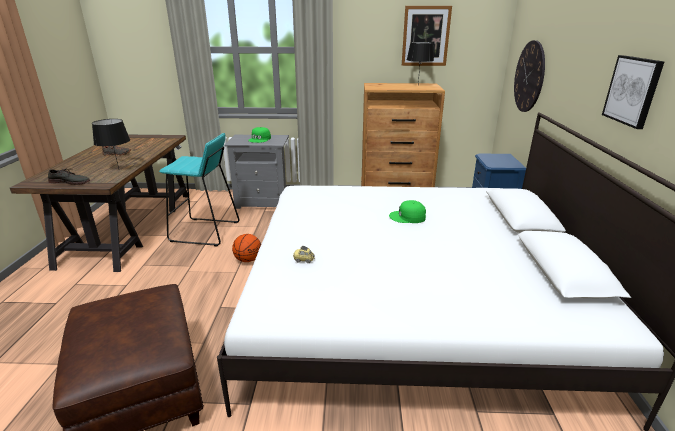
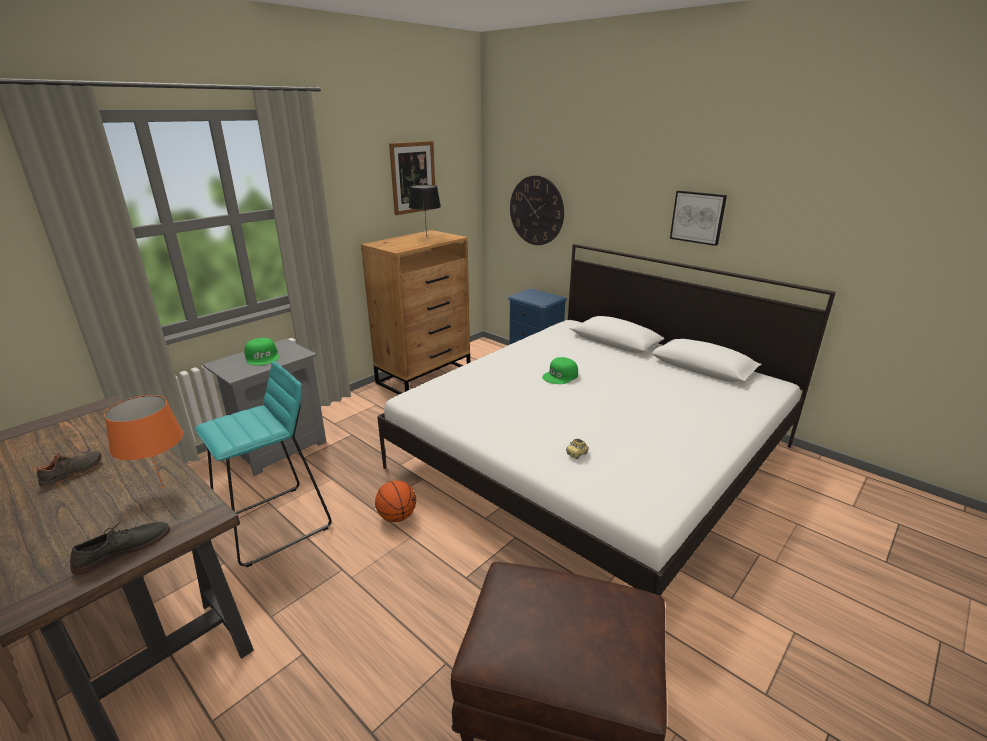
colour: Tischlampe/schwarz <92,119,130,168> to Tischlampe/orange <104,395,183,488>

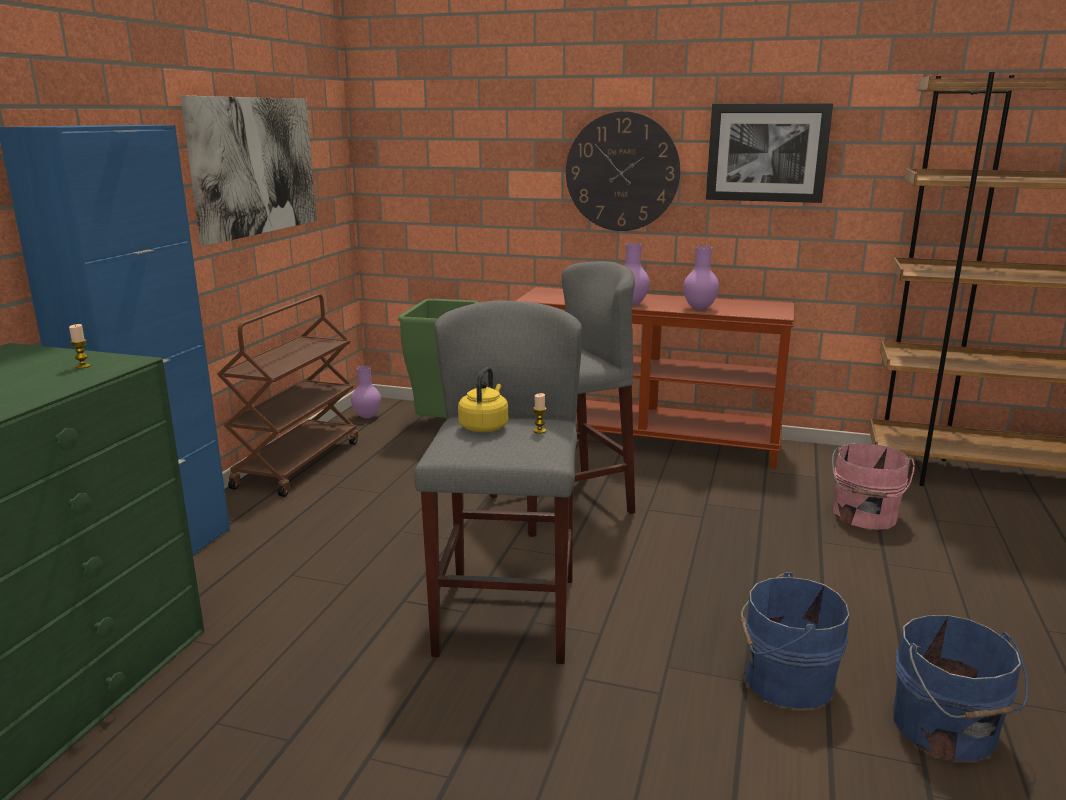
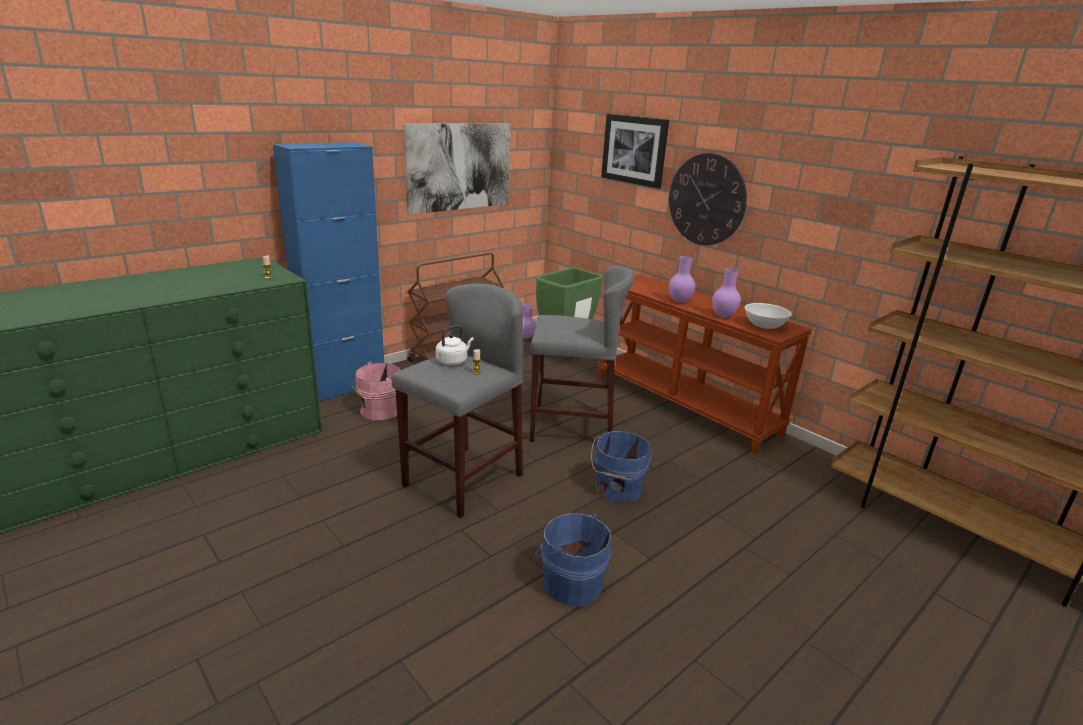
appeared: Schüssel/weiß <745,303,792,329>
relocated: Bild <706,103,833,203> to <601,114,669,189>; Eimer/rosa <832,443,915,530> to <352,362,401,420>; Eimer/blau <893,615,1028,761> to <591,431,652,503>
colour: Wasserkessel/gelb <458,367,508,432> to Wasserkessel/weiß <436,325,474,365>

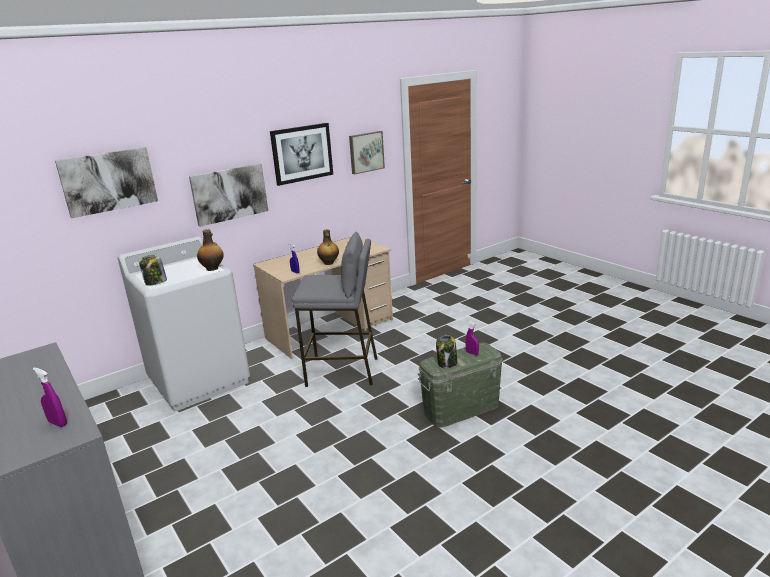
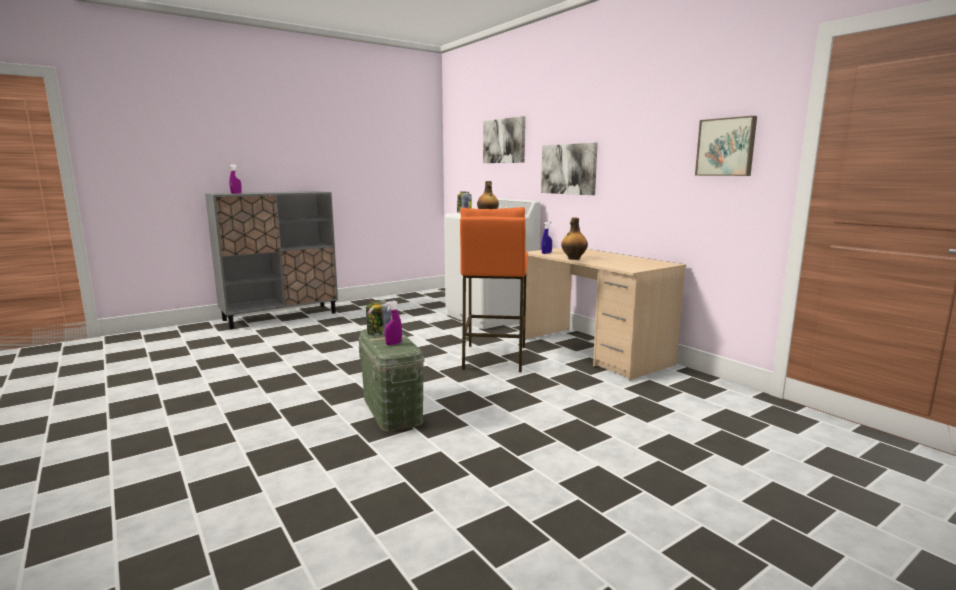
missing: Bild <270,123,333,186>
colour: Hocker/grau <292,232,378,387> to Hocker/orange <460,207,528,372>

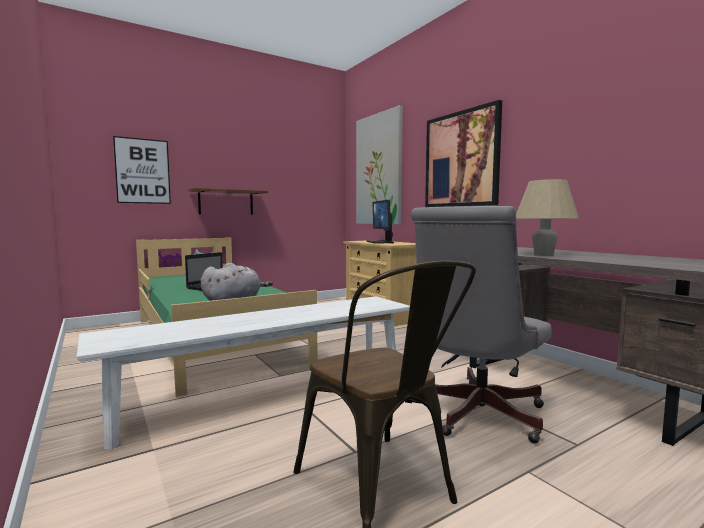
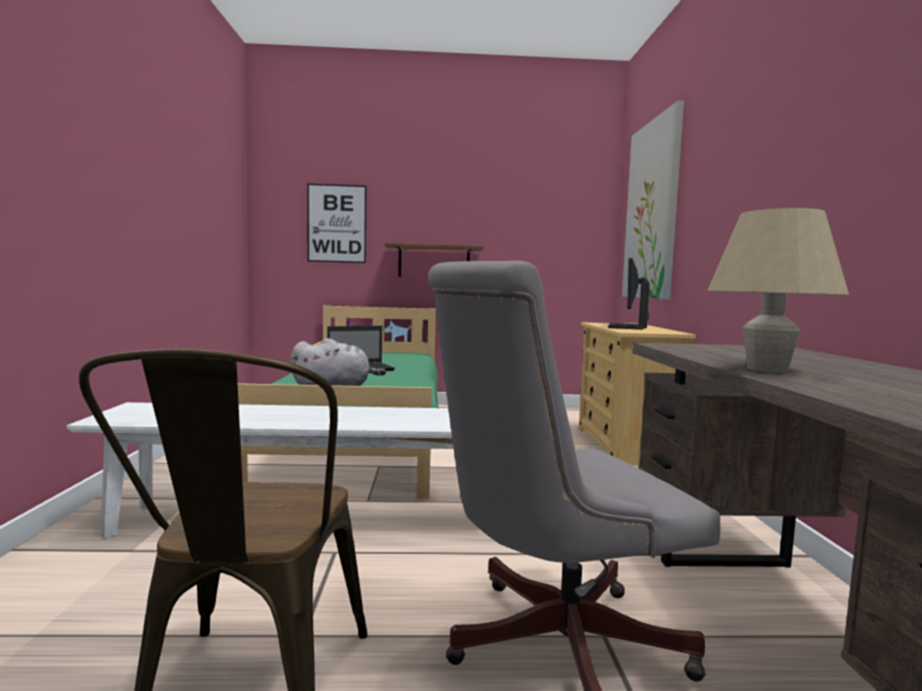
missing: Bild <425,100,502,207>

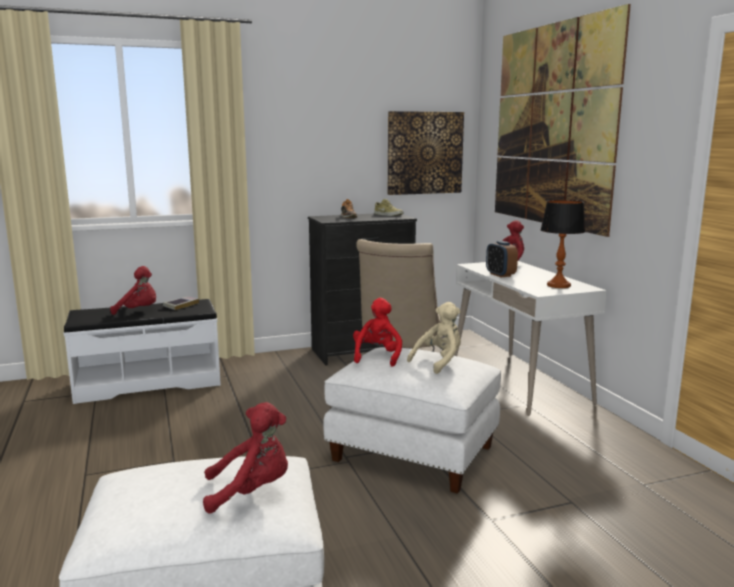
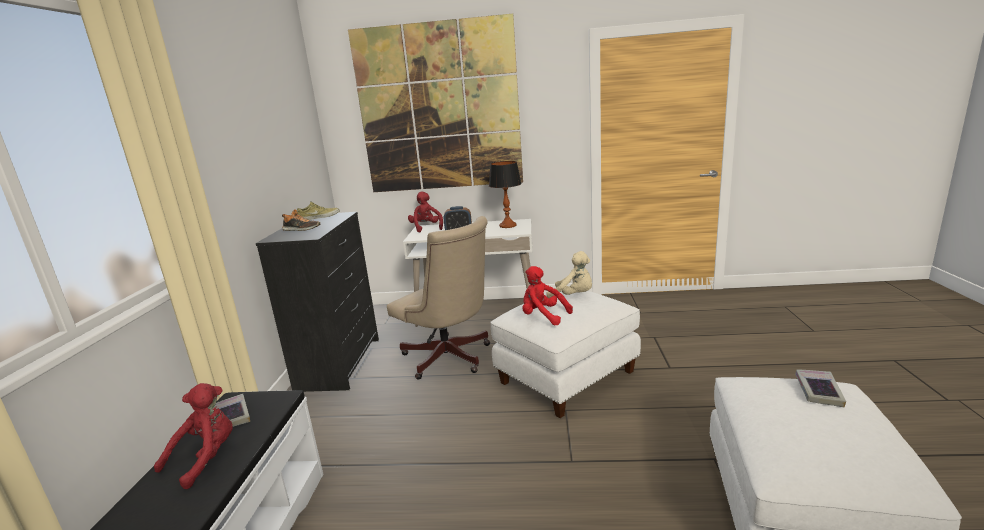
missing: Bild <388,111,464,195>
exchanged: Plüschtier/rot <203,402,288,514> to Buch <795,369,846,407>
spun: Plüschtier/beige <407,302,461,374> = <547,251,592,298> 135 degrees clockwise

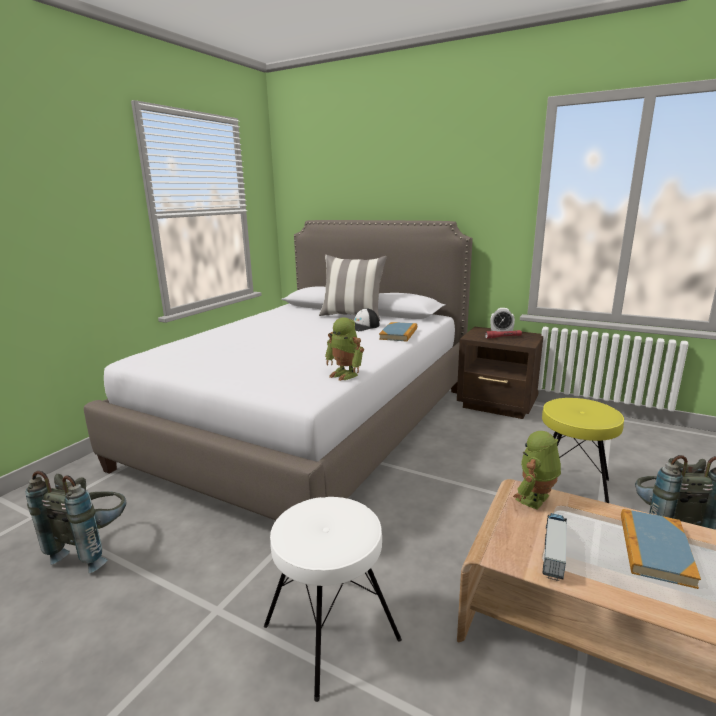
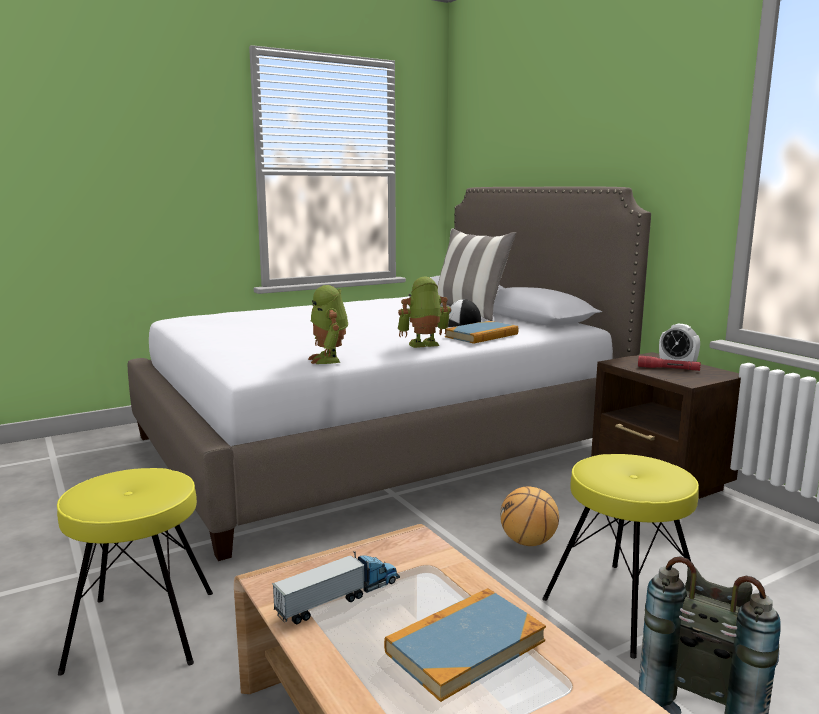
missing: Rucksack/grau <26,471,127,573>
appeared: Basketball <500,487,559,546>
relocated: Spielzeugroboter <513,431,561,510> to <398,277,451,348>
colour: Hocker/weiß <264,497,402,702> to Hocker/gelb <57,468,213,676>

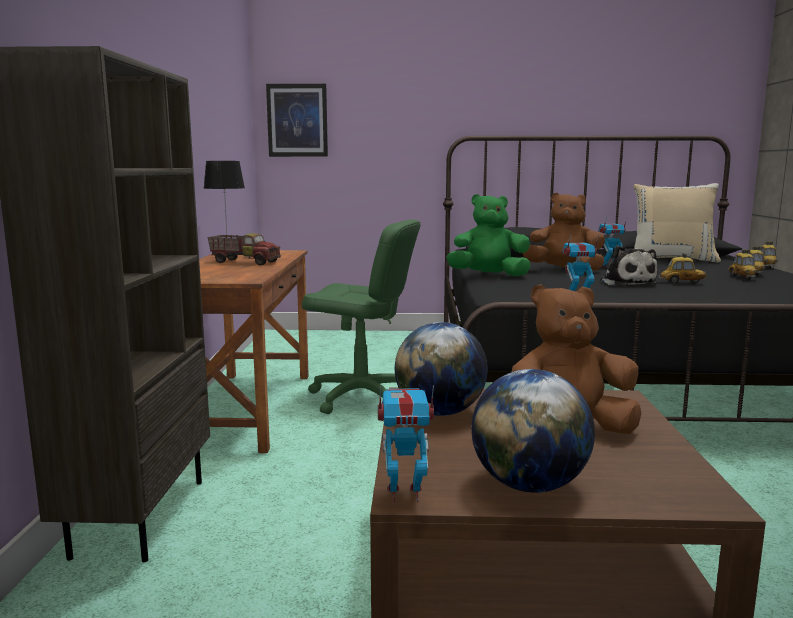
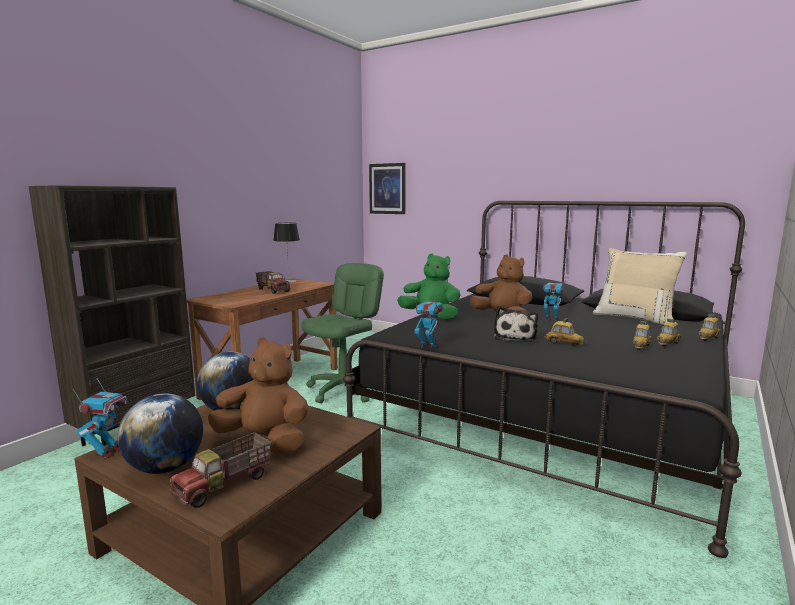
appeared: Spielzeuglaster <169,432,271,508>
spun: Bürostuhl/grün <302,219,420,414> = <301,263,384,403> 105 degrees counterclockwise; Spielzeugroboter <378,386,434,503> = <73,378,128,459> 75 degrees clockwise

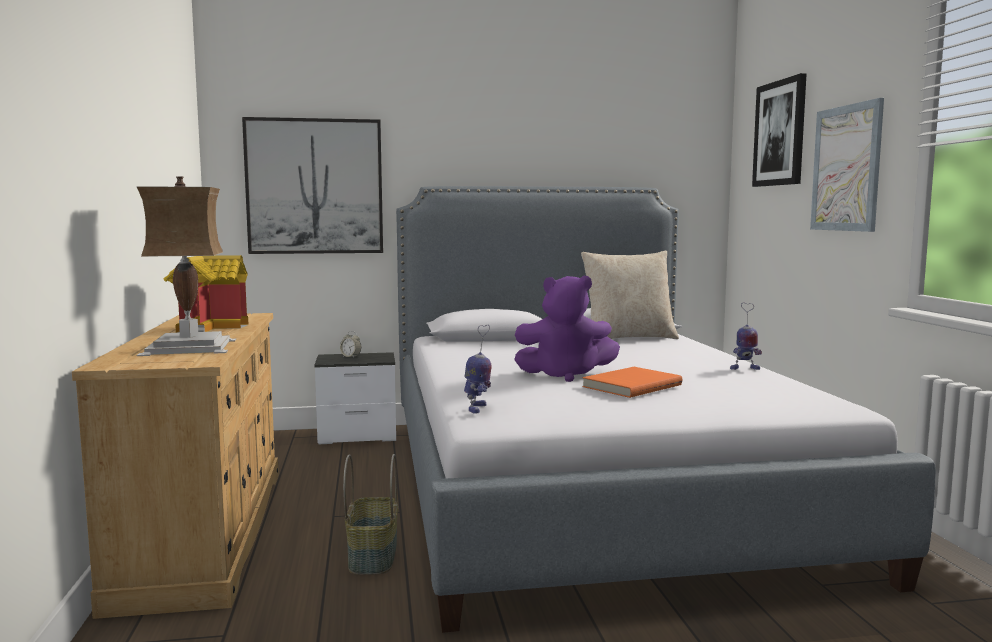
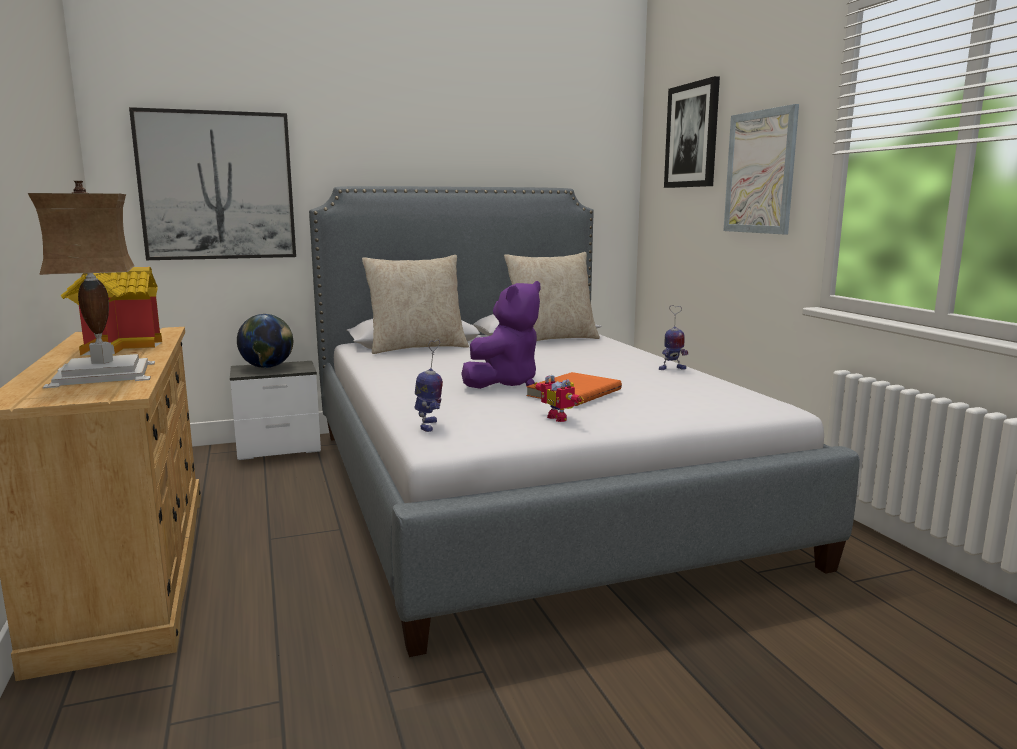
missing: Korb <343,454,398,575>
appeared: Kissen/beige <362,255,469,354>; Spielzeugroboter <534,375,584,422>
exchanged: Wecker <340,331,361,357> to Globus <237,314,293,368>
spun: Plüschtier/lila <514,275,620,382> = <461,281,540,389> 45 degrees counterclockwise

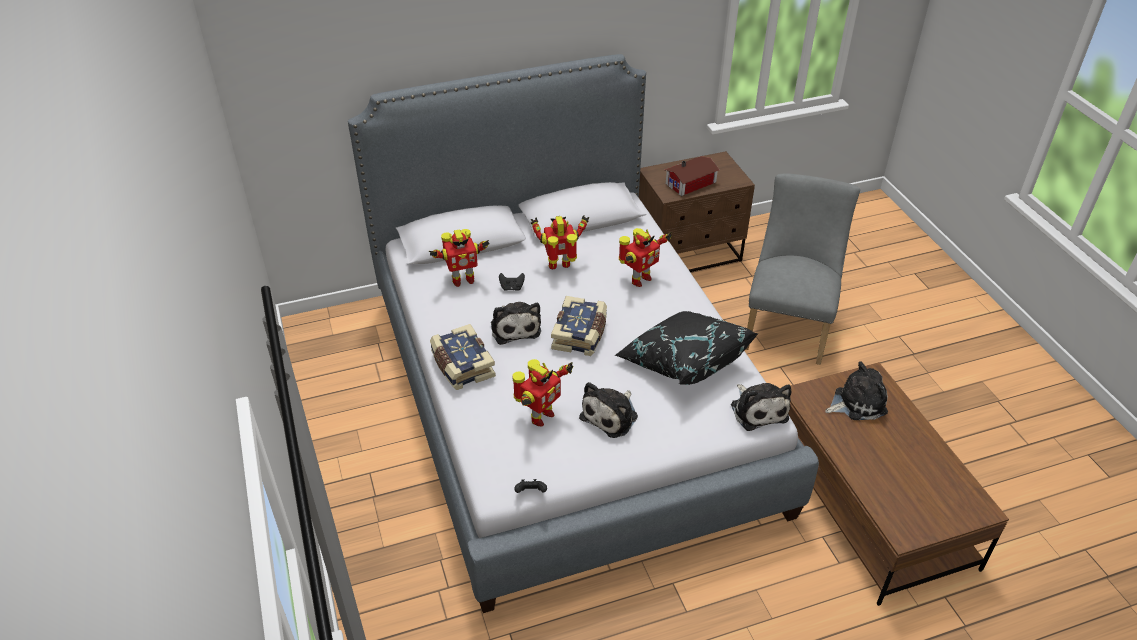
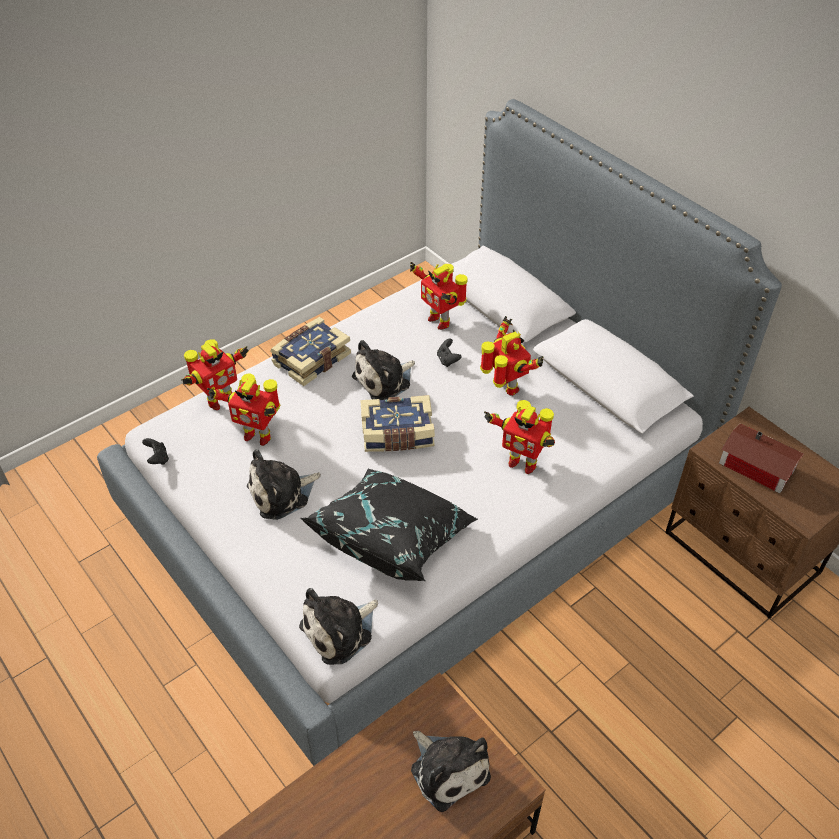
missing: Stuhl/grau <746,173,860,365>
appeared: Spielzeugroboter <181,339,249,410>
spun: Plüschtier <579,382,638,438> = <247,449,321,520> 45 degrees counterclockwise

